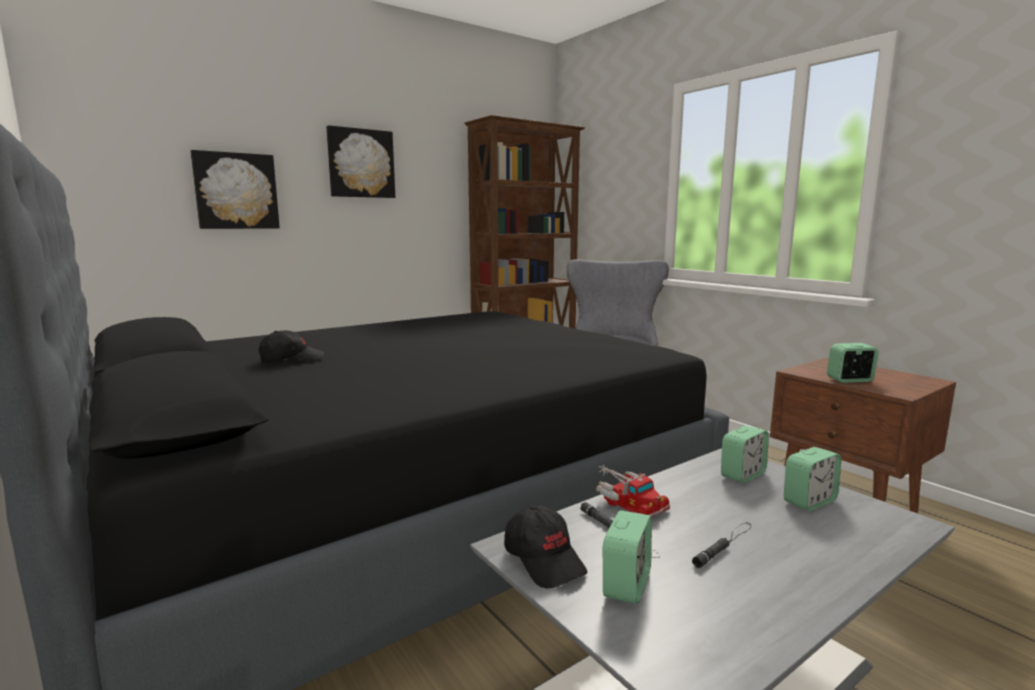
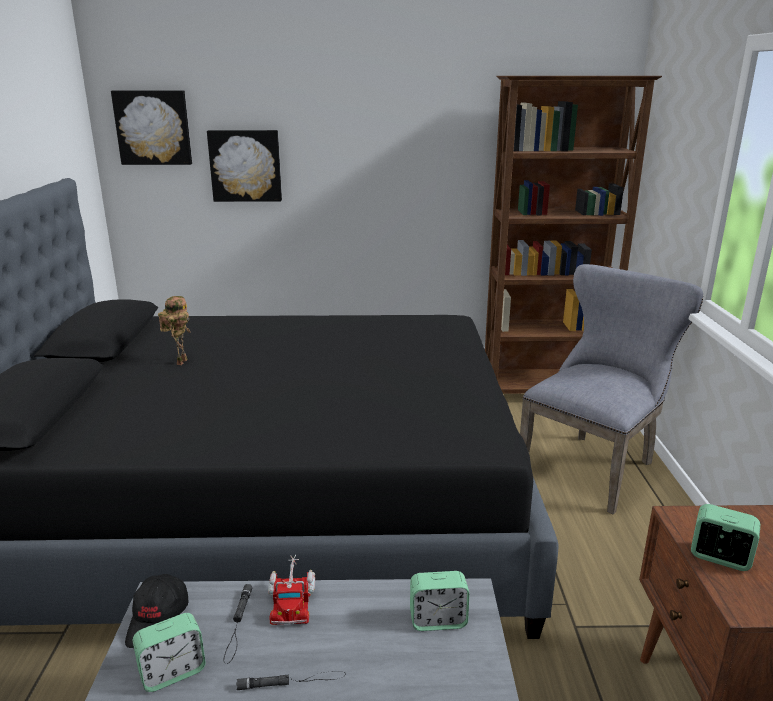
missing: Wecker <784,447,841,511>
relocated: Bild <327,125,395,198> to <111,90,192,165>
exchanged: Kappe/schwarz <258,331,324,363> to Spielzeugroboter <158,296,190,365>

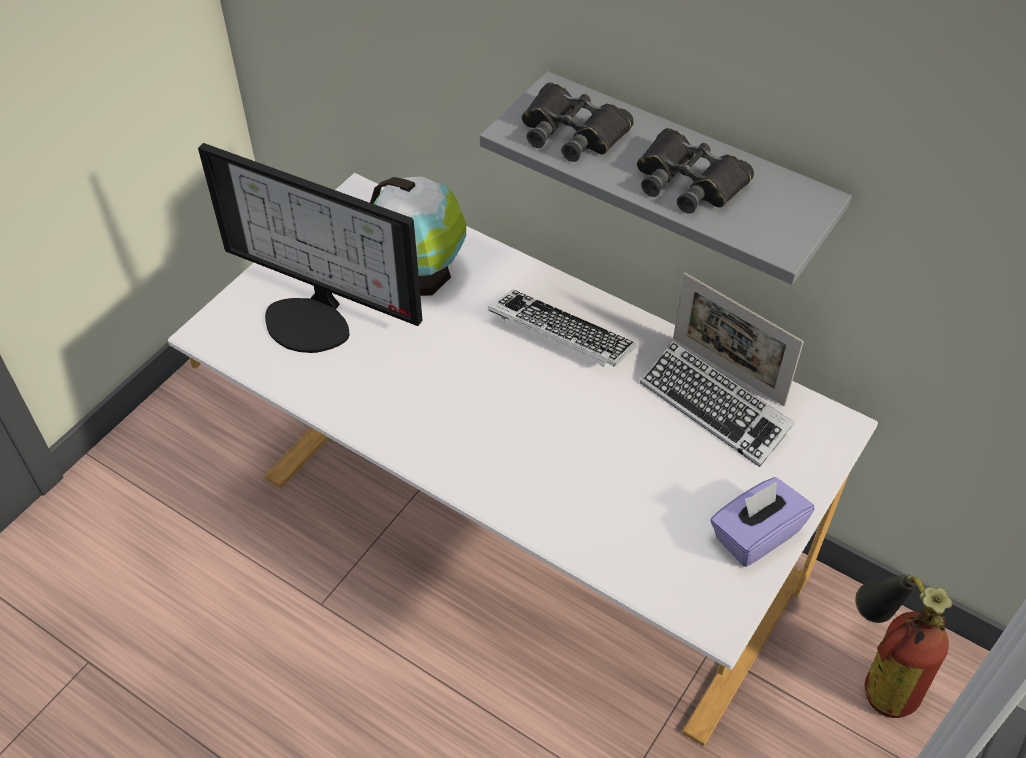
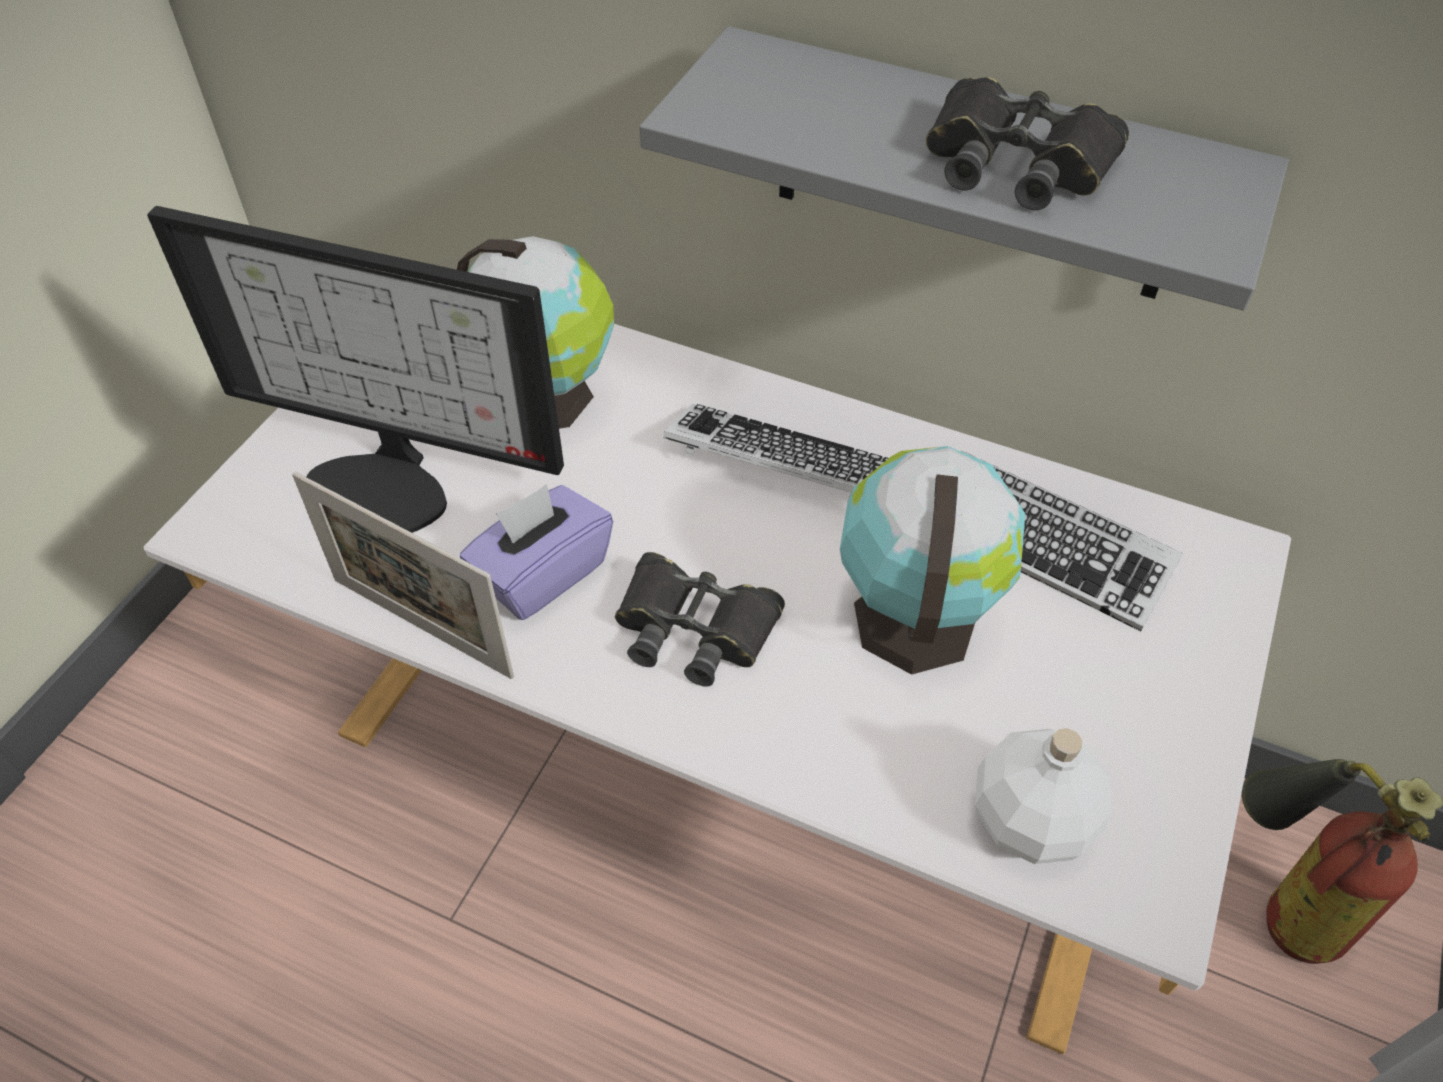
appeared: Globus <840,446,1025,675>; Flasche/weiß <975,728,1110,864>
relocated: Fernglas/schwarz <521,83,634,162> to <615,552,785,687>; Bilderrahmen <673,272,804,406> to <292,472,514,679>; Taschentuchbox/lila <710,477,815,567> to <460,484,613,620>

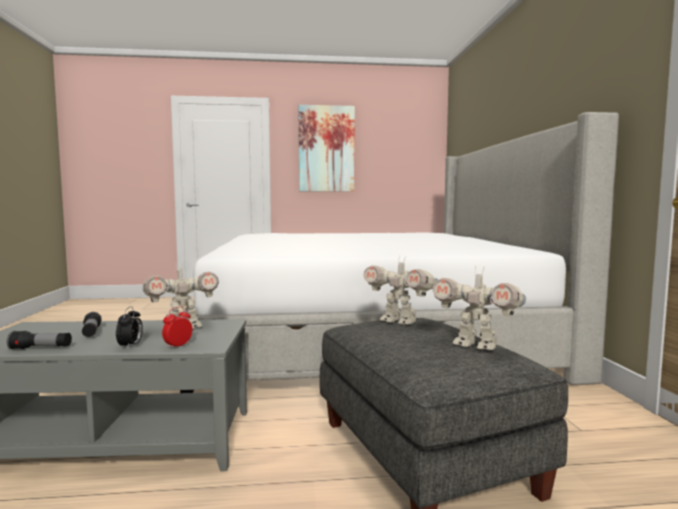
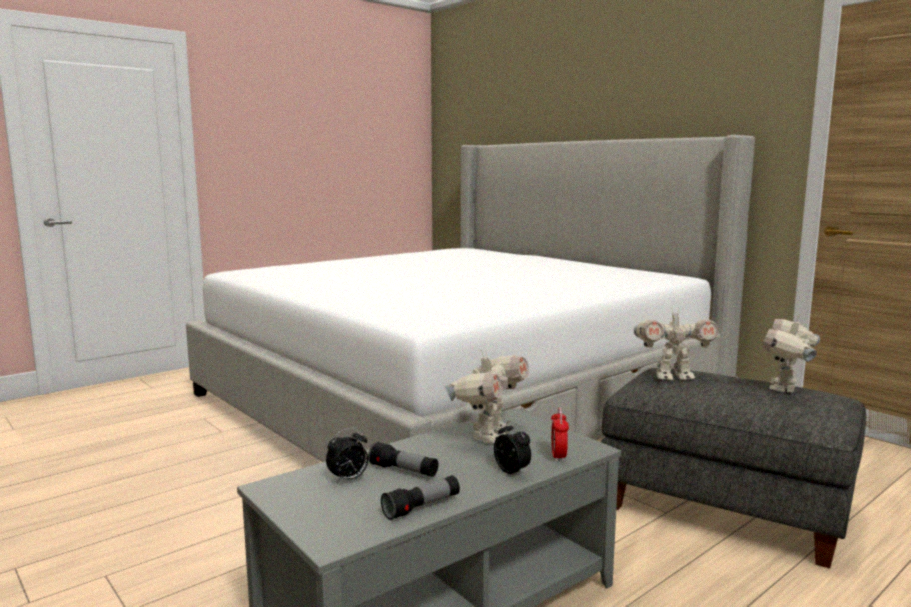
missing: Bild <298,105,355,192>
appeared: Wecker <326,428,368,483>
spun: Spielzeugroboter <433,266,526,350> = <762,314,820,393> 120 degrees clockwise

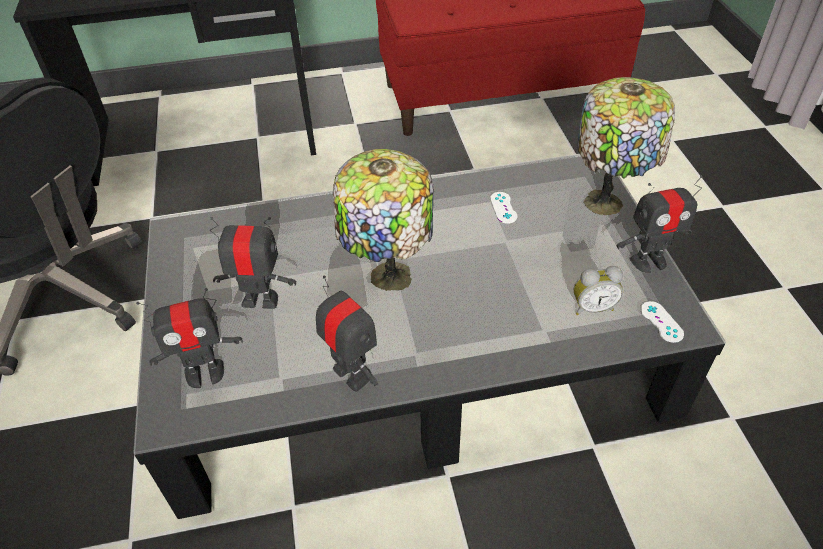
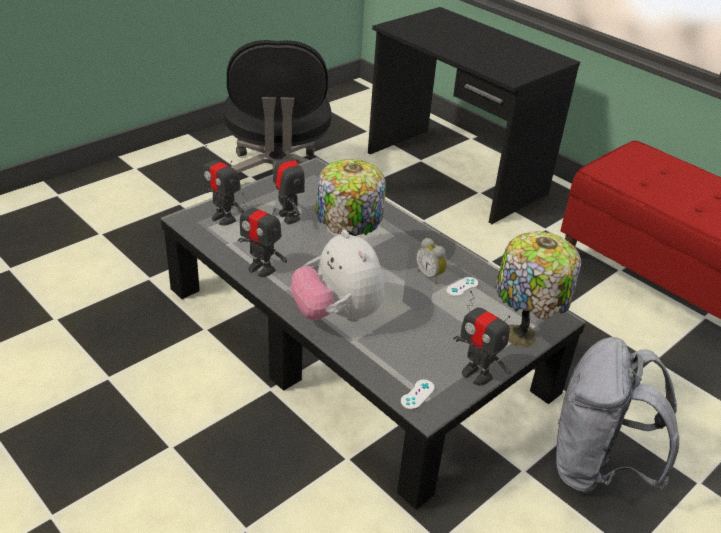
appeared: Plüschtier <291,230,385,322>; Rucksack/grau <556,337,679,494>
relocated: Wecker <574,266,623,315> to <416,238,447,284>
spun: Spielzeugroboter <316,276,378,392> = <238,193,287,277> 105 degrees clockwise

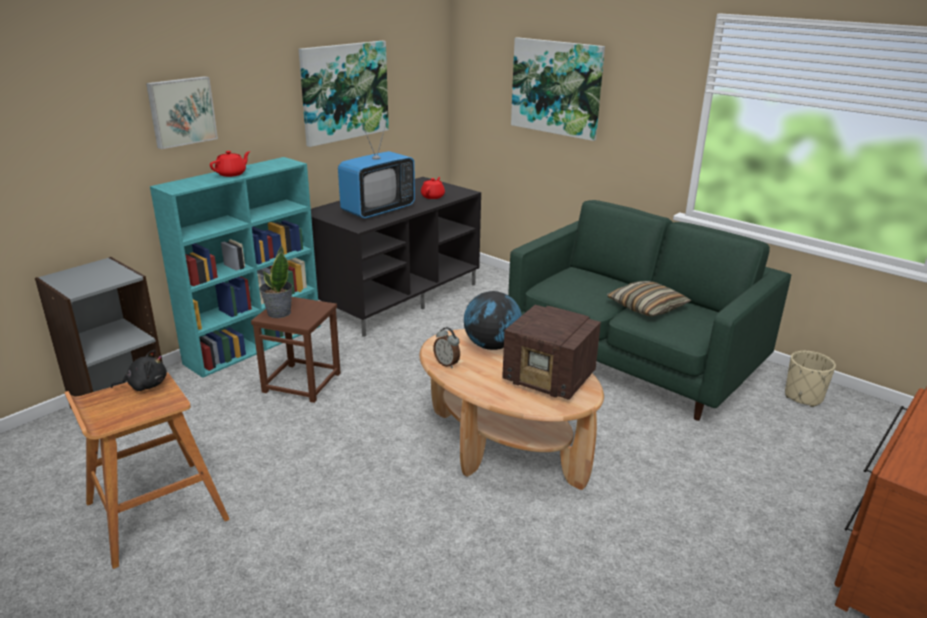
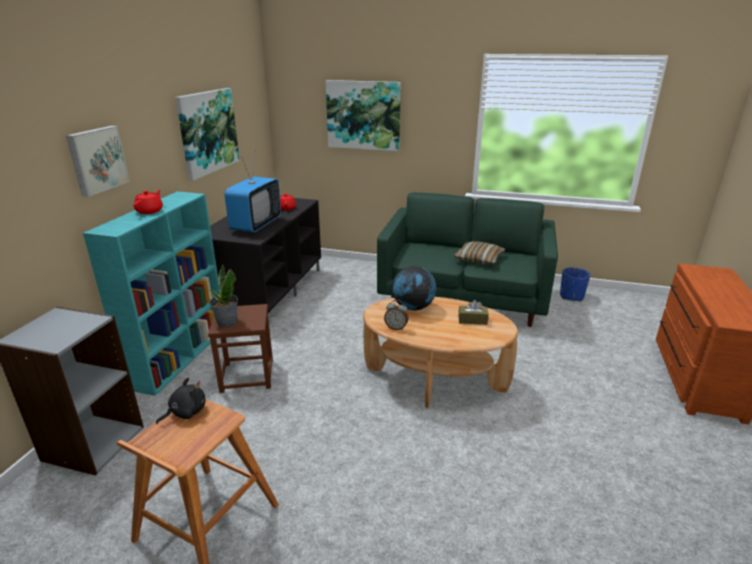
exchanged: Radio <502,305,601,400> to Taschentuchbox/braun <459,300,489,325>
colour: Pflanzkübel/beige <785,351,836,407> to Pflanzkübel/blau <560,267,590,302>

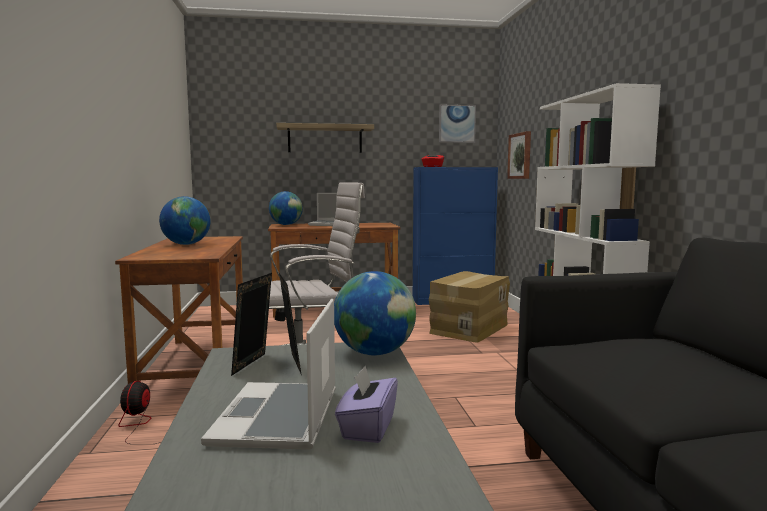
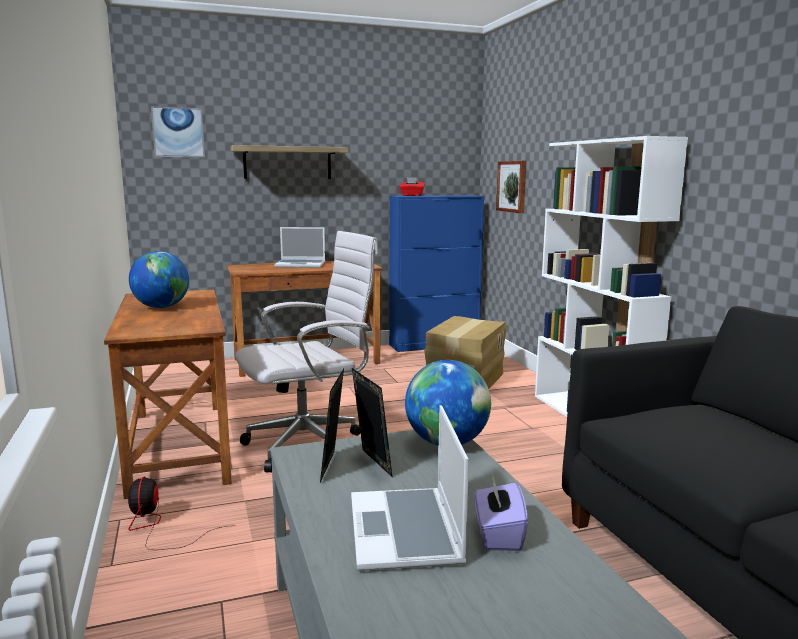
missing: Globus <269,191,303,225>
relocated: Bild <439,105,476,143> to <151,107,205,158>

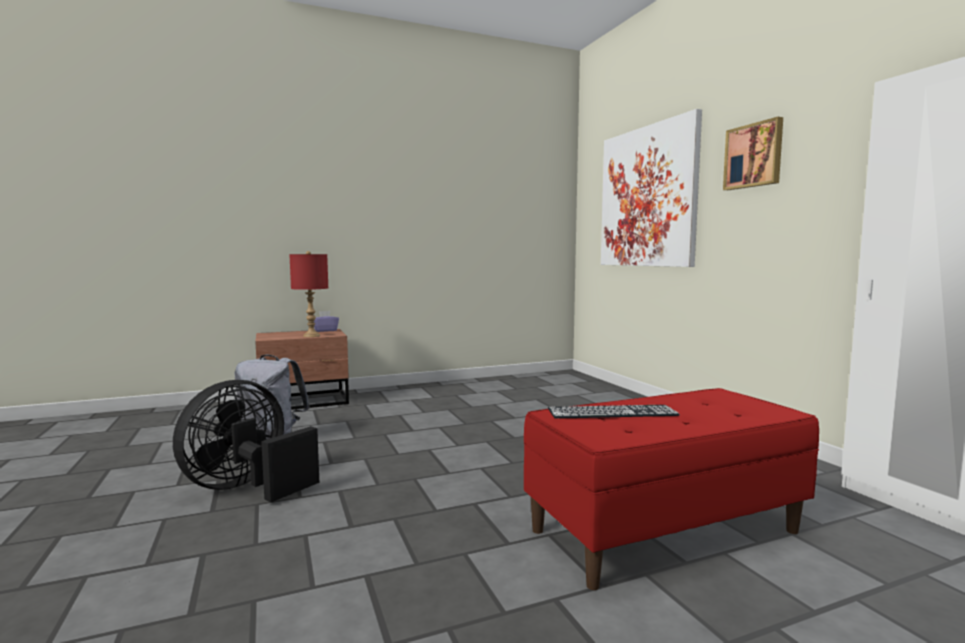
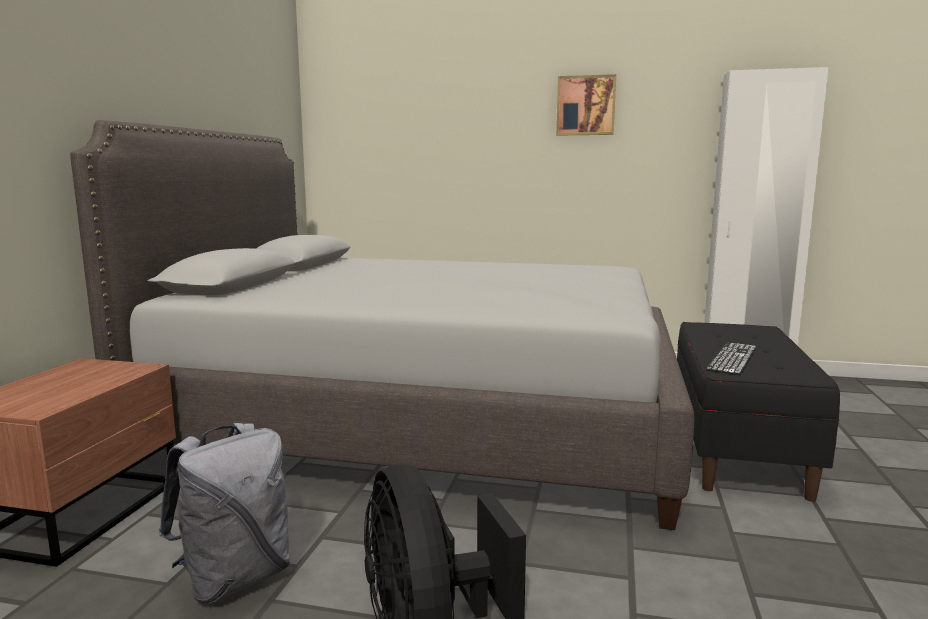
missing: Tischlampe/rot <289,251,328,337>; Taschentuchbox/lila <314,311,339,332>; Bild <601,109,702,267>
appeared: Bett/grau <70,120,694,530>
colour: Bank/rot <524,388,819,590> to Bank/schwarz <677,322,840,502>

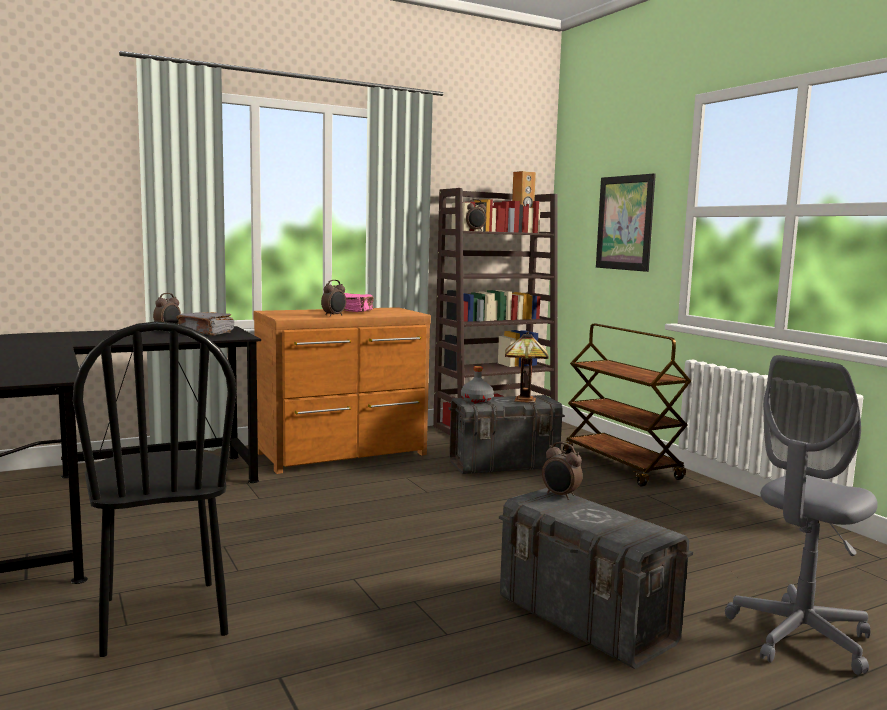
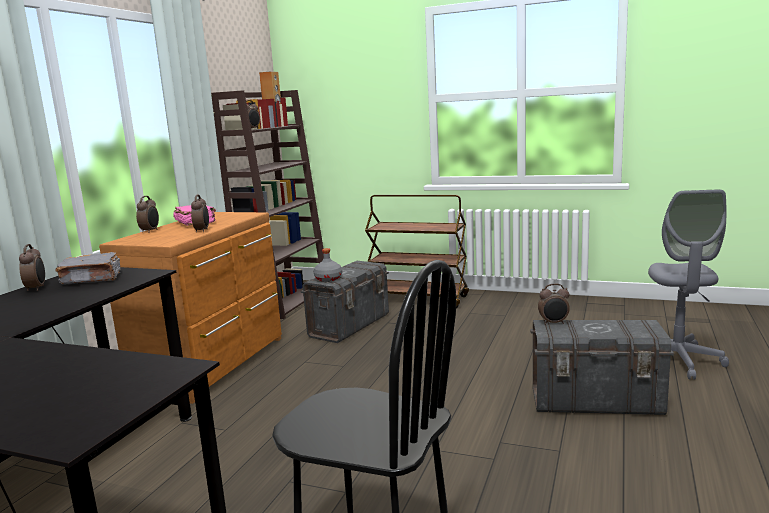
missing: Tischlampe <505,332,549,403>; Bild <596,174,656,272>
appeared: Wecker <136,196,159,233>

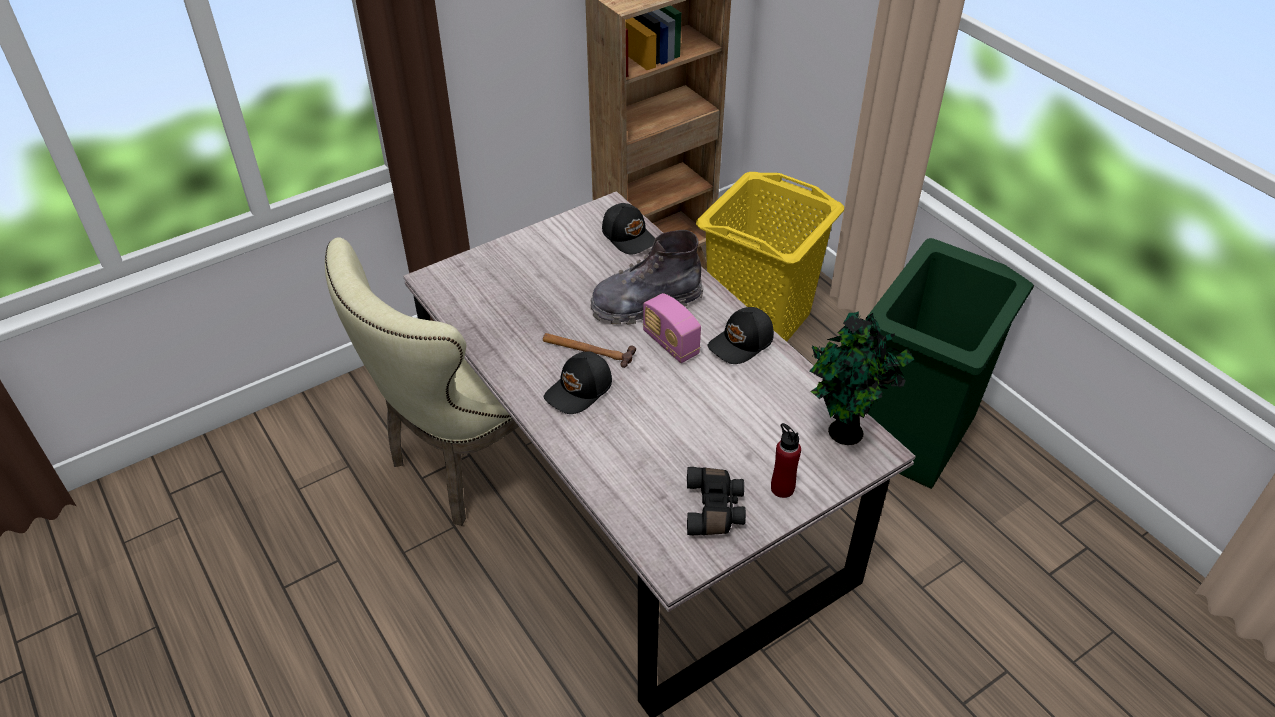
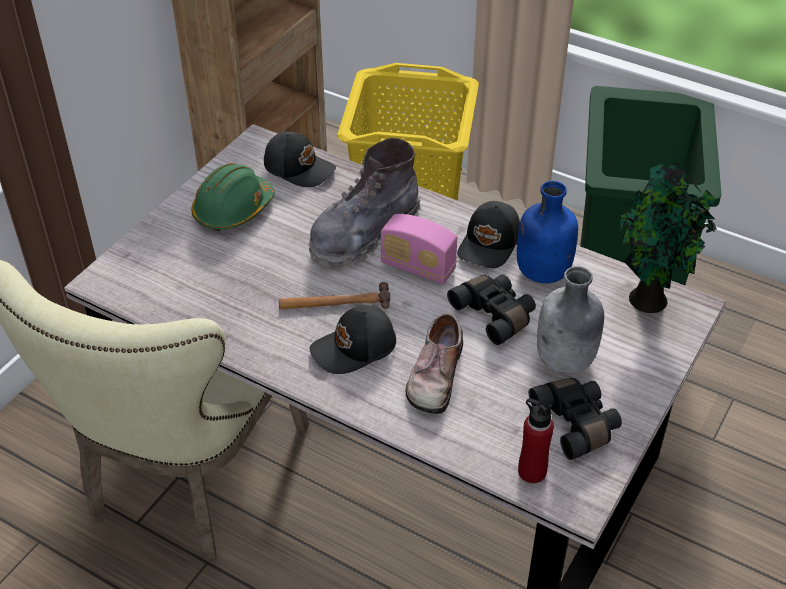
appeared: Schutzhelm/grün <191,163,274,231>; Schuh <406,313,463,414>; Fernglas/schwarz <447,275,536,345>; Flasche/blau <517,181,578,283>; Flasche/grau <537,266,604,373>
relocated: Flasche/rot <771,423,801,498> to <518,399,554,483>
spun: Kappe/schwarz <544,351,612,414> = <310,305,396,374> 45 degrees clockwise

